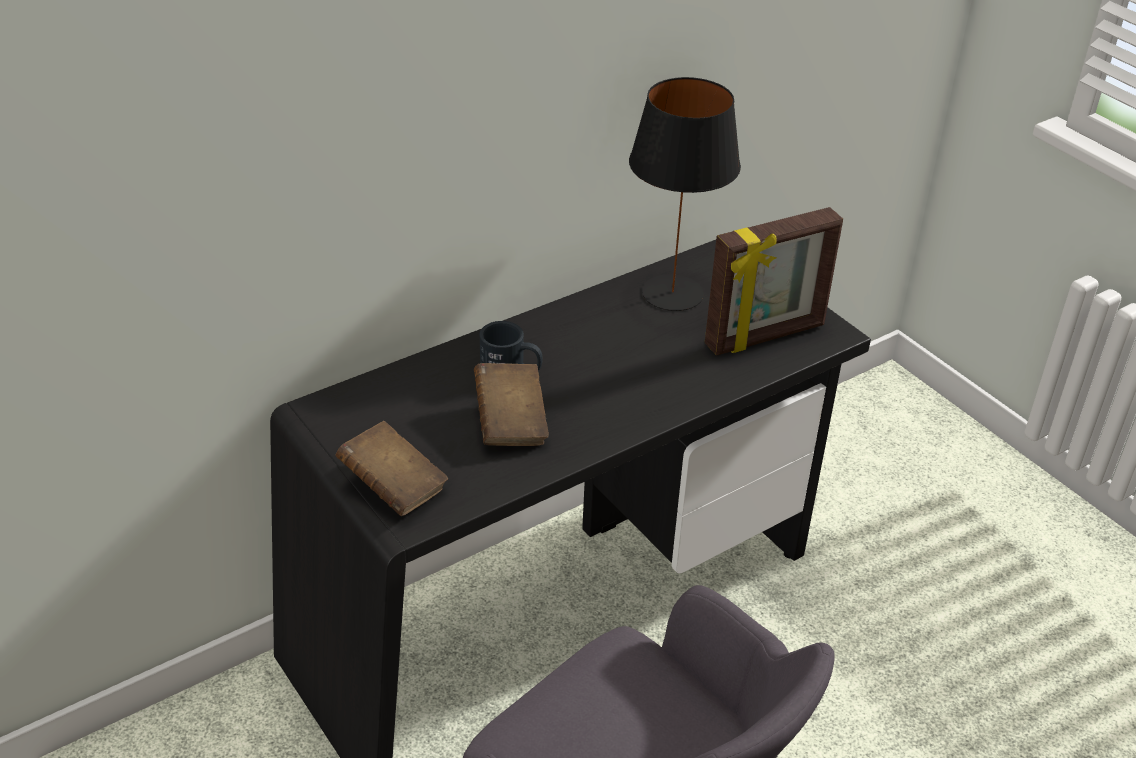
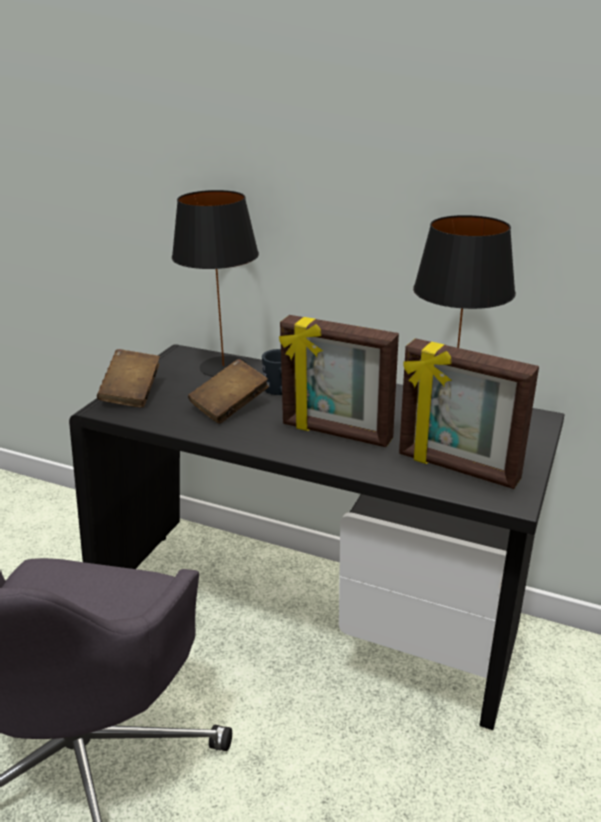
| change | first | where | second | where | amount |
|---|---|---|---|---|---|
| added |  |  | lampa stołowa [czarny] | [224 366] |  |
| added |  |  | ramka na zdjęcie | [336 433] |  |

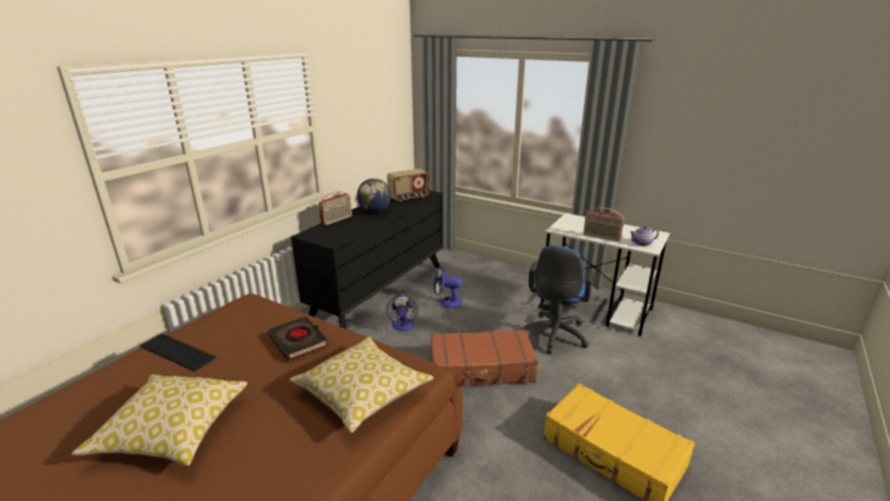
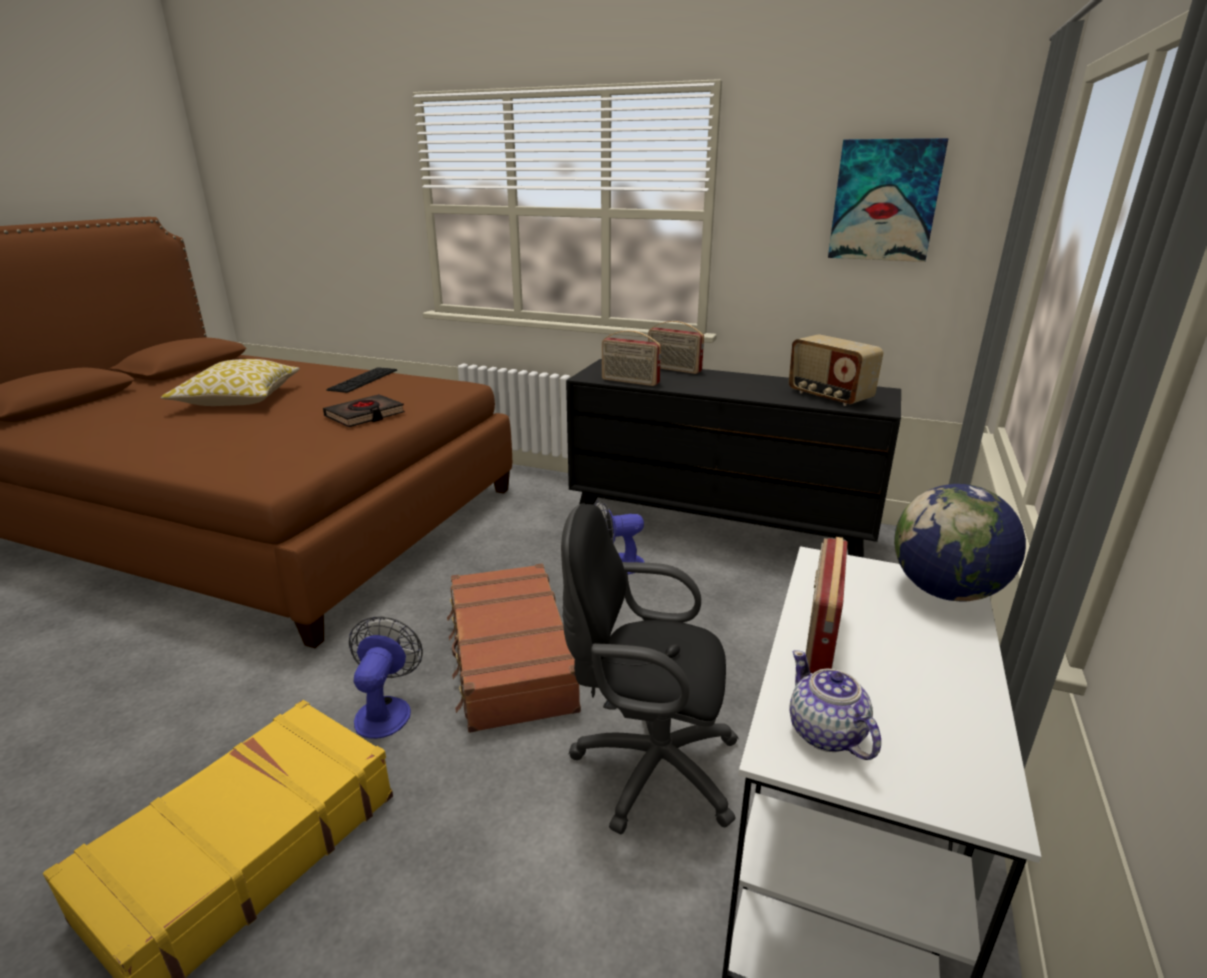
| change | first | where | second | where | amount |
|---|---|---|---|---|---|
| moved | wentylator | [447 302] |  | [386 709] |  |
| recoloured | krzesło biurowe [niebieski] | [554 336] | krzesło biurowe [czarny] | [647 767] |  |
| added |  |  | radio | [629 381] |  |
| added |  |  | obraz | [884 201] |  |
| moved | globus | [375 211] |  | [945 591] |  |
| removed | poduszka | [363 393] |  |  |  |

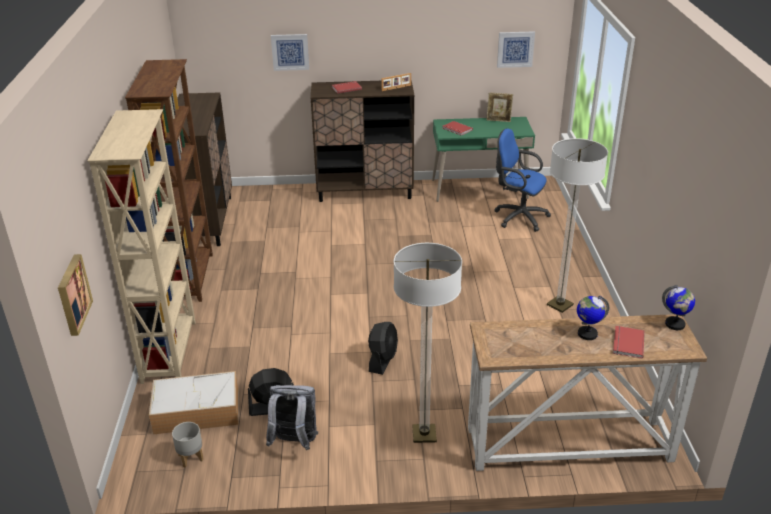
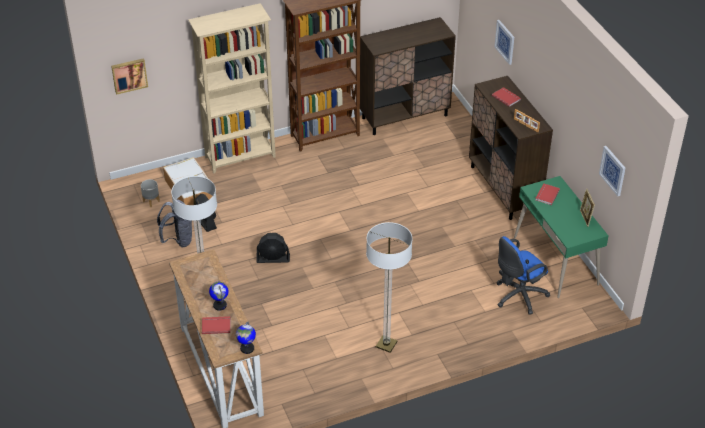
| change | first | where | second | where | amount |
|---|---|---|---|---|---|
| turned | krzesło biurowe [niebieski] | [518 217] |  | [517 296] | 135 degrees counterclockwise |

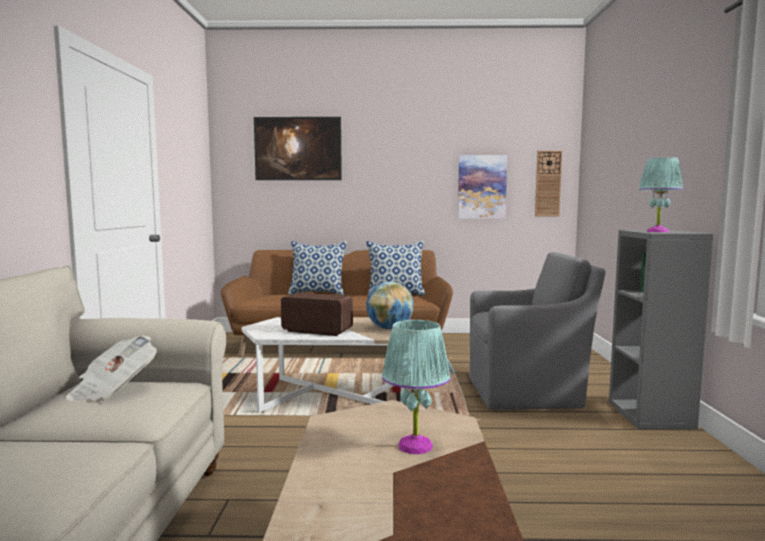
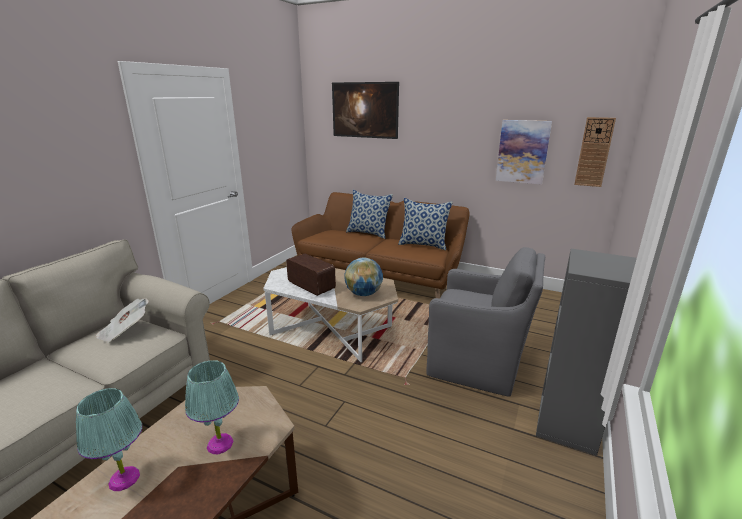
| change | first | where | second | where | amount |
|---|---|---|---|---|---|
| moved | lampa stołowa [turkusowy] | [658 231] |  | [124 479] |  |

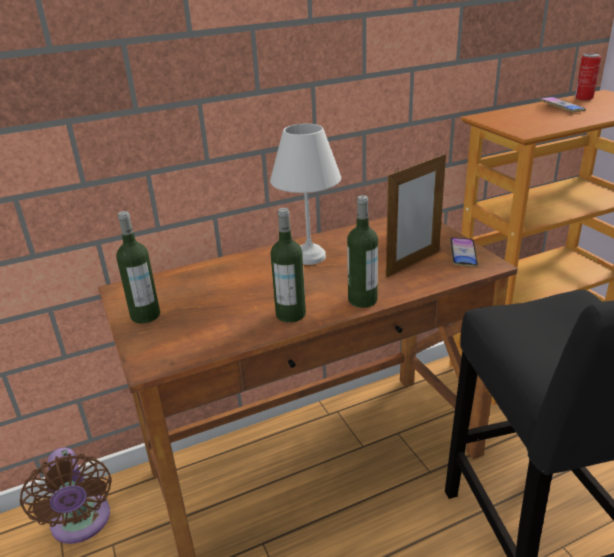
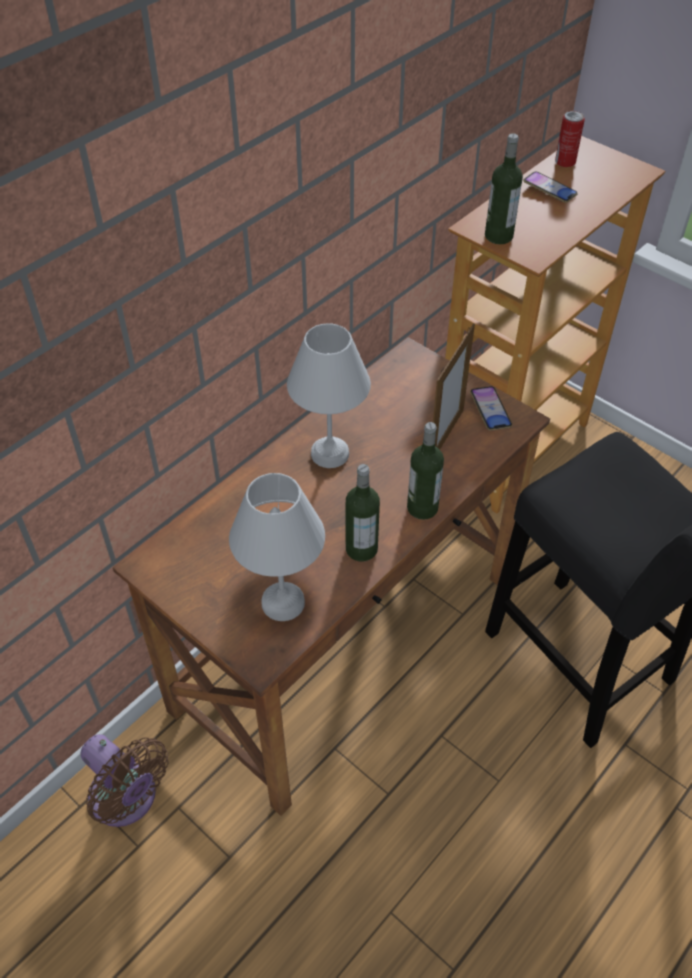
| change | first | where | second | where | amount |
|---|---|---|---|---|---|
| added |  |  | lampa stołowa [biały] | [281 603] |  |
| moved | butelka | [145 315] |  | [498 236] |  |

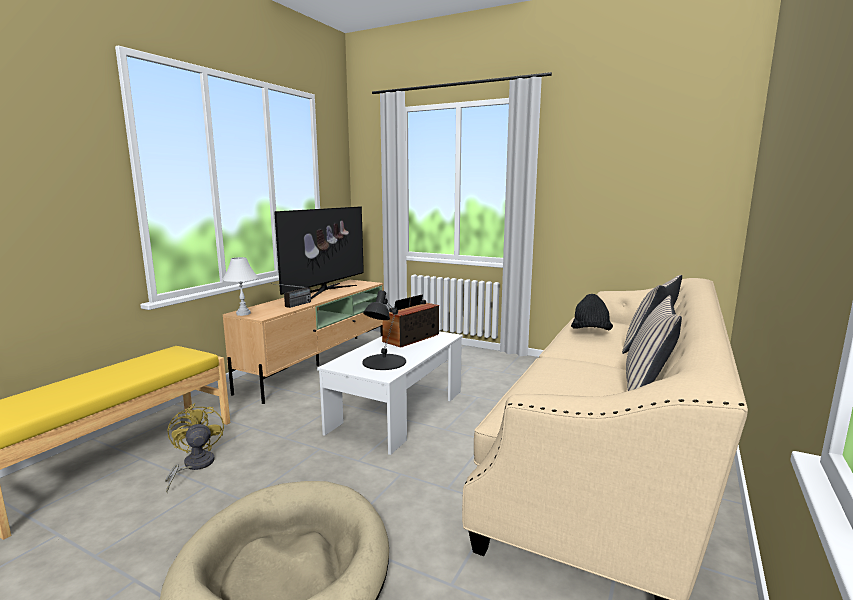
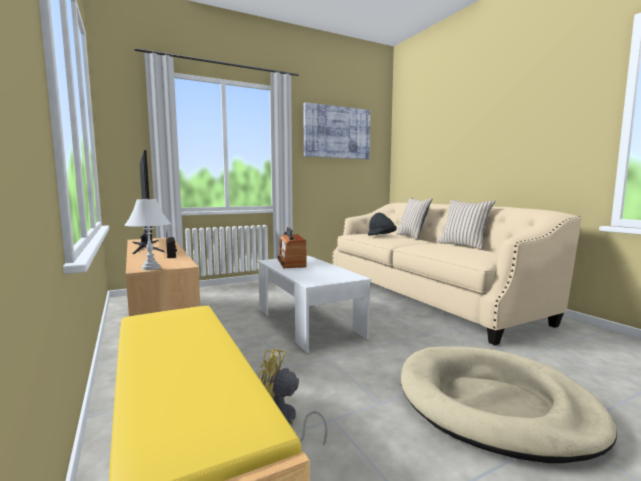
| change | first | where | second | where | amount |
|---|---|---|---|---|---|
| added |  |  | obraz | [336 132] |  |
| removed | lampa stołowa [czarny] | [383 362] |  |  |  |

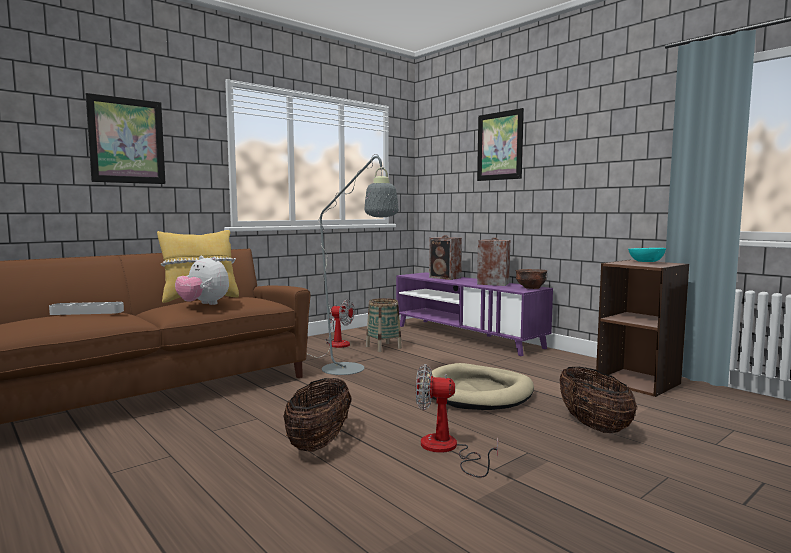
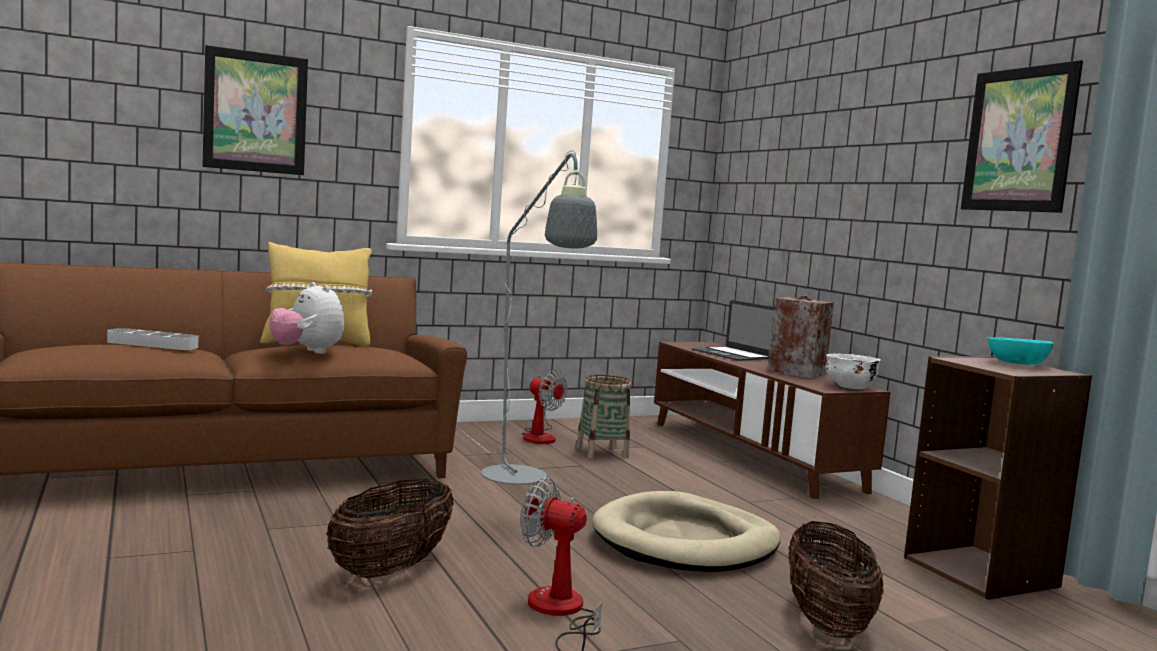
| change | first | where | second | where | amount |
|---|---|---|---|---|---|
| recoloured | szafka pod telewizor [fioletowy] | [466 336] | szafka pod telewizor [brązowy] | [751 455] |  |
| replaced | głośnik | [445 278] | laptop | [732 354] |  |
| recoloured | miska [brązowy] | [531 288] | miska [biały] | [849 387] |  |
| moved | obraz | [500 146] |  | [1019 140] |  |

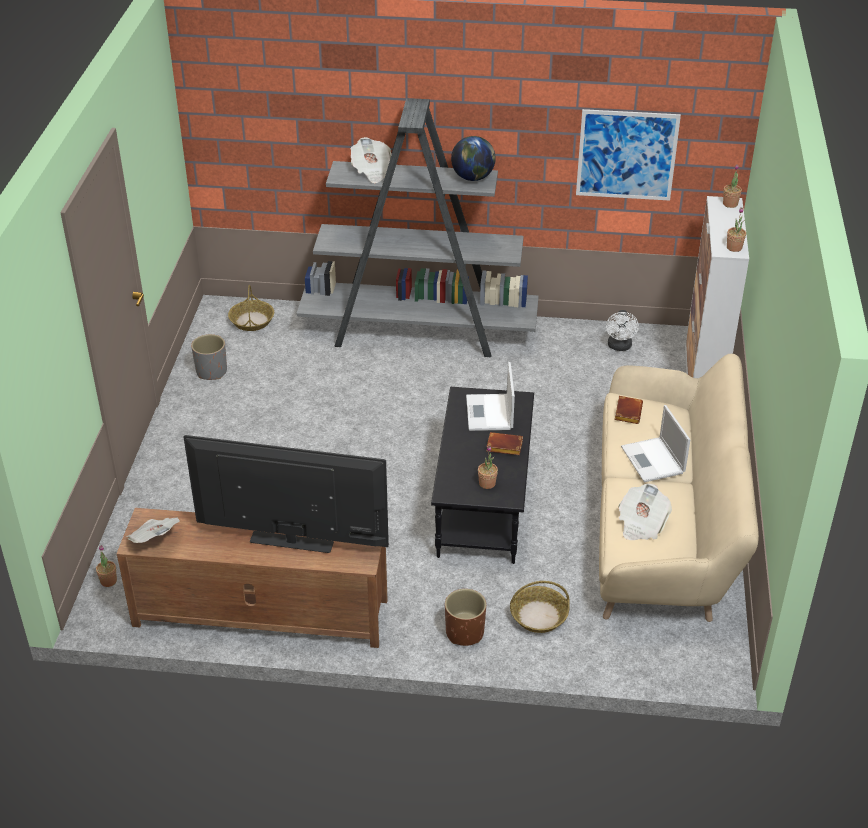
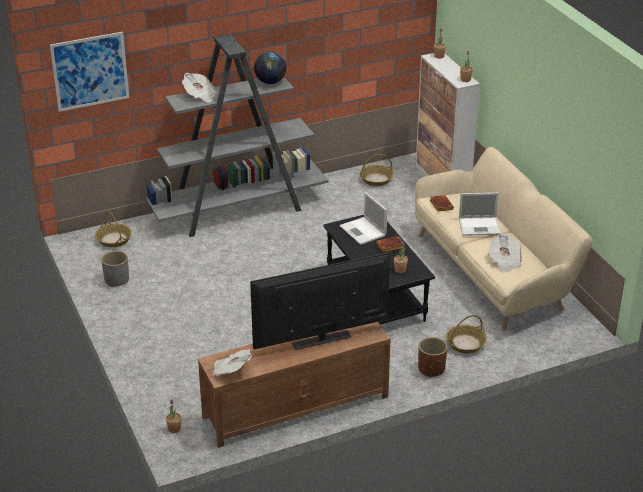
| change | first | where | second | where | amount |
|---|---|---|---|---|---|
| moved | obraz | [627 155] |  | [90 71] |  |
| replaced | wentylator [biały] | [619 347] | koszyk | [376 179] |  |
| turned | laptop | [653 461] |  | [480 226] | 45 degrees counterclockwise |

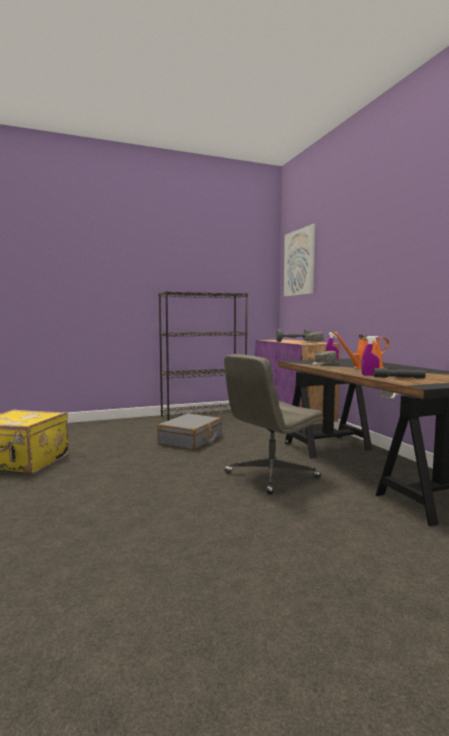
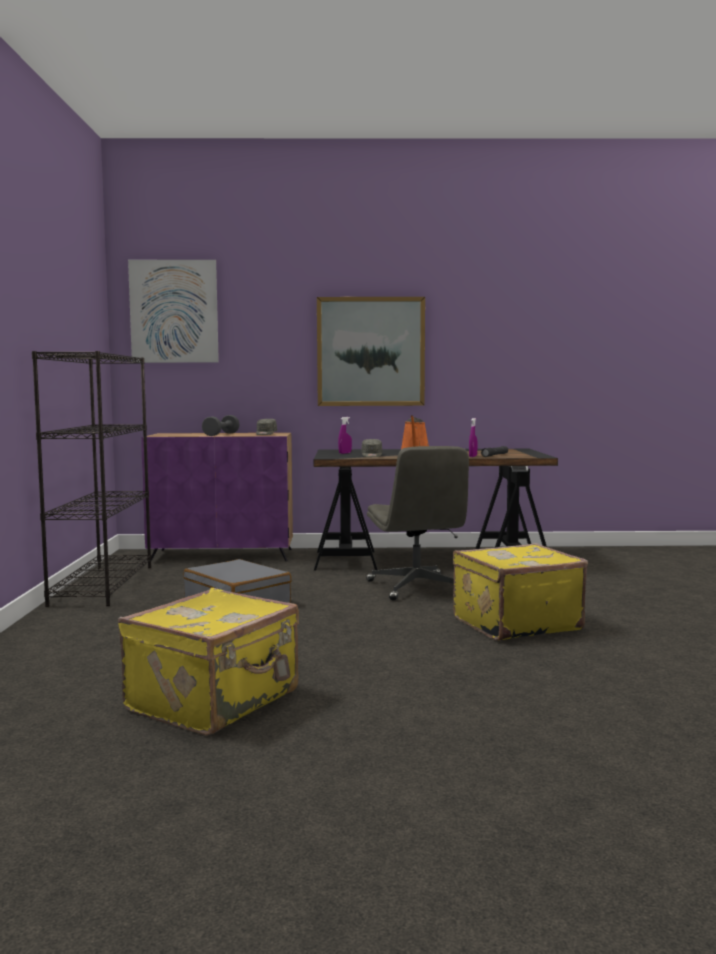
| change | first | where | second | where | amount |
|---|---|---|---|---|---|
| added |  |  | obraz | [370 351] |  |
| added |  |  | walizka [żółty] | [514 623] |  |

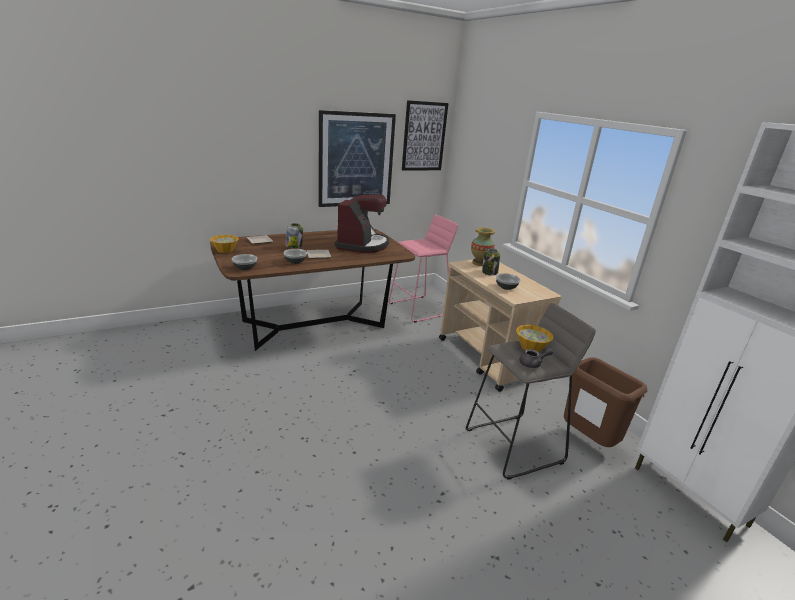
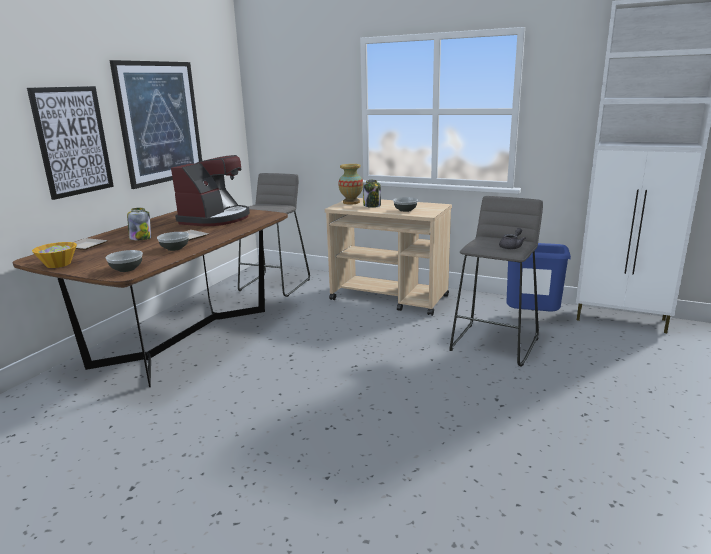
| change | first | where | second | where | amount |
|---|---|---|---|---|---|
| moved | obraz | [424 136] |  | [73 141] |  |
| turned | ekspres do kawy | [362 245] |  | [216 219] | 45 degrees clockwise |
| recoloured | stołek [różowy] | [419 309] | stołek [szary] | [275 285] |  |
| recoloured | kosz na śmieci [brązowy] | [587 441] | kosz na śmieci [niebieski] | [531 318] |  |
| removed | miska | [531 347] |  |  |  |

